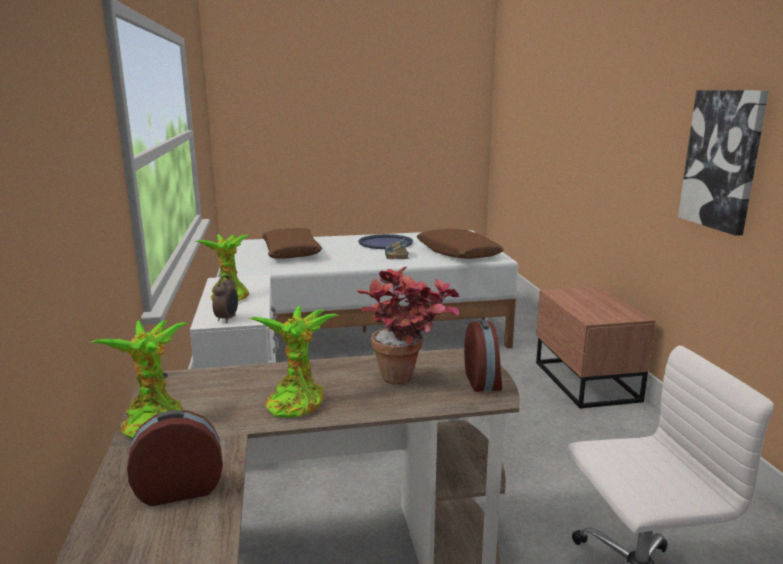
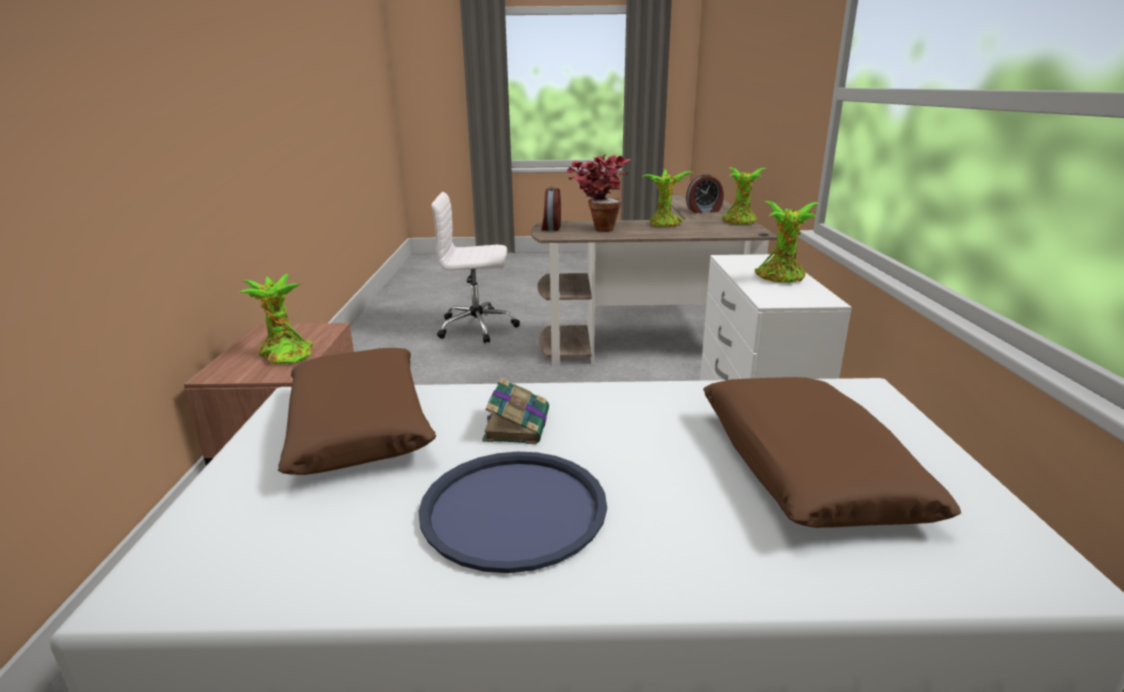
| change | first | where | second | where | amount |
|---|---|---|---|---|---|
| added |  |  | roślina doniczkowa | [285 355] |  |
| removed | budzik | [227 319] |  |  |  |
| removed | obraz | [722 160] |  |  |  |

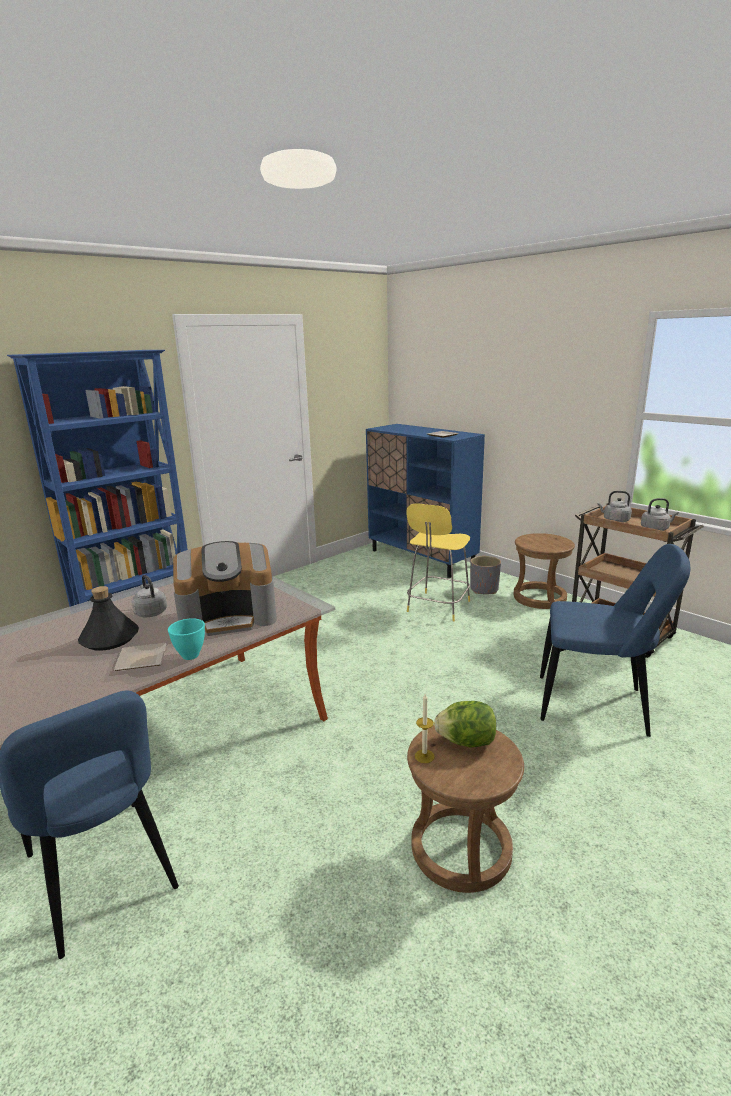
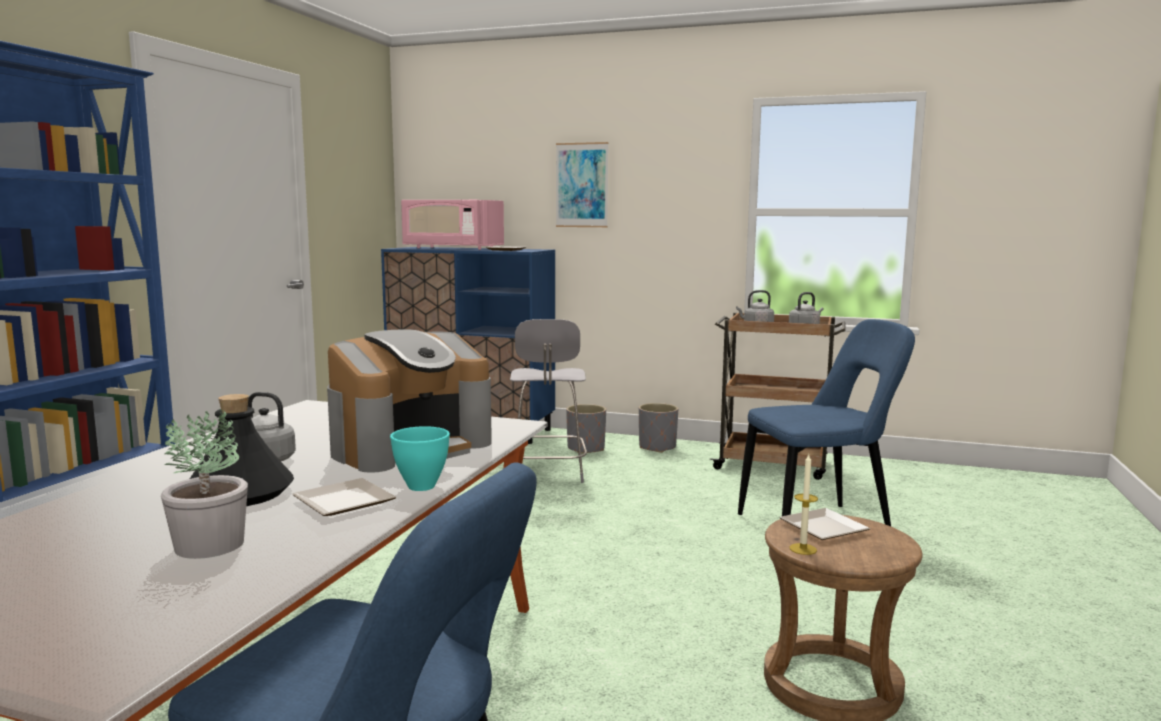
| change | first | where | second | where | amount |
|---|---|---|---|---|---|
| added |  |  | roślina doniczkowa | [211 545] |  |
| added |  |  | mikrofalówka [różowy] | [451 248] |  |
| recoloured | stołek [żółty] | [437 607] | stołek [szary] | [548 473] |  |
| added |  |  | obraz | [582 185] |  |
| replaced | stołek [brązowy] | [539 598] | donica [szary] | [657 447] |  |
| replaced | sałata | [466 742] | talerz | [826 529] |  |

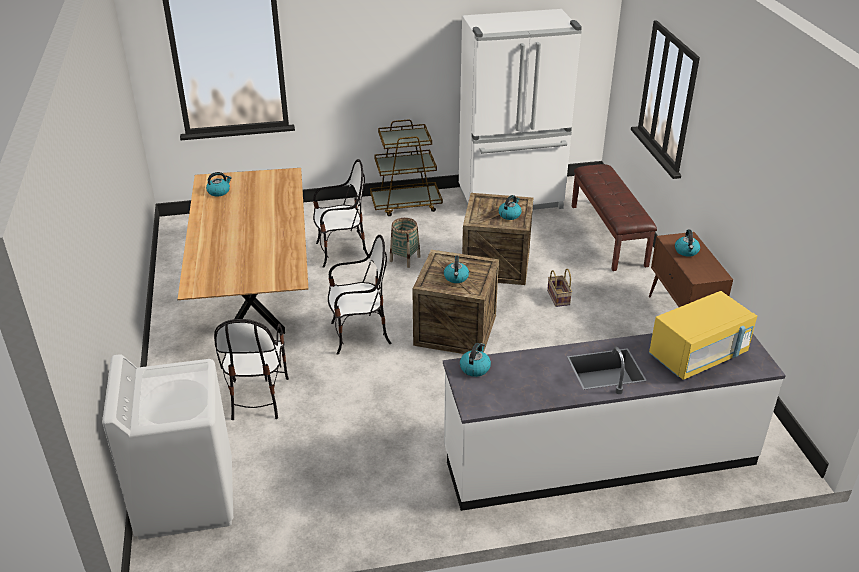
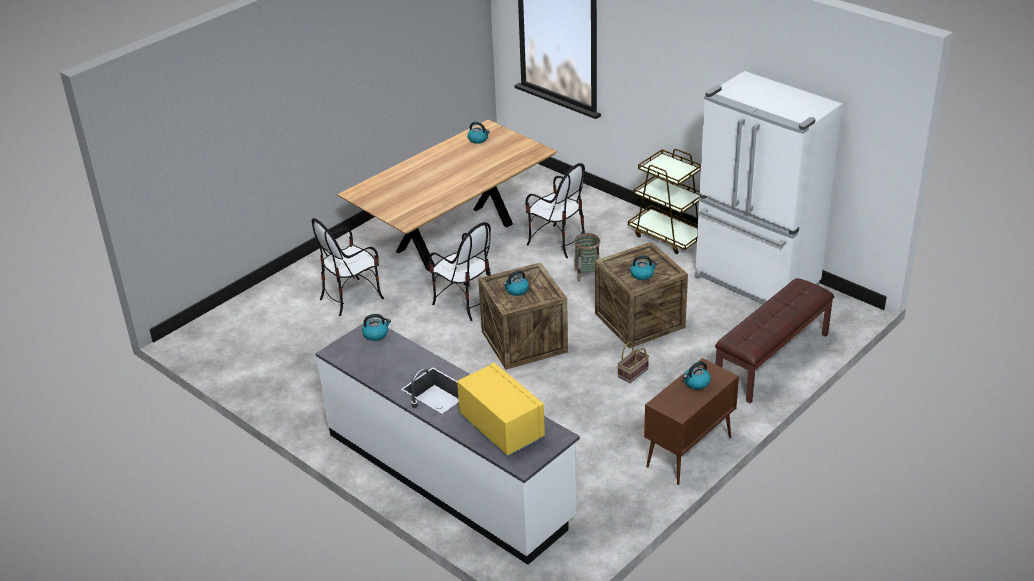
| change | first | where | second | where | amount |
|---|---|---|---|---|---|
| turned | mikrofalówka [żółty] | [698 355] |  | [501 427] | 150 degrees counterclockwise |
| removed | pralka [biały] | [185 497] |  |  |  |

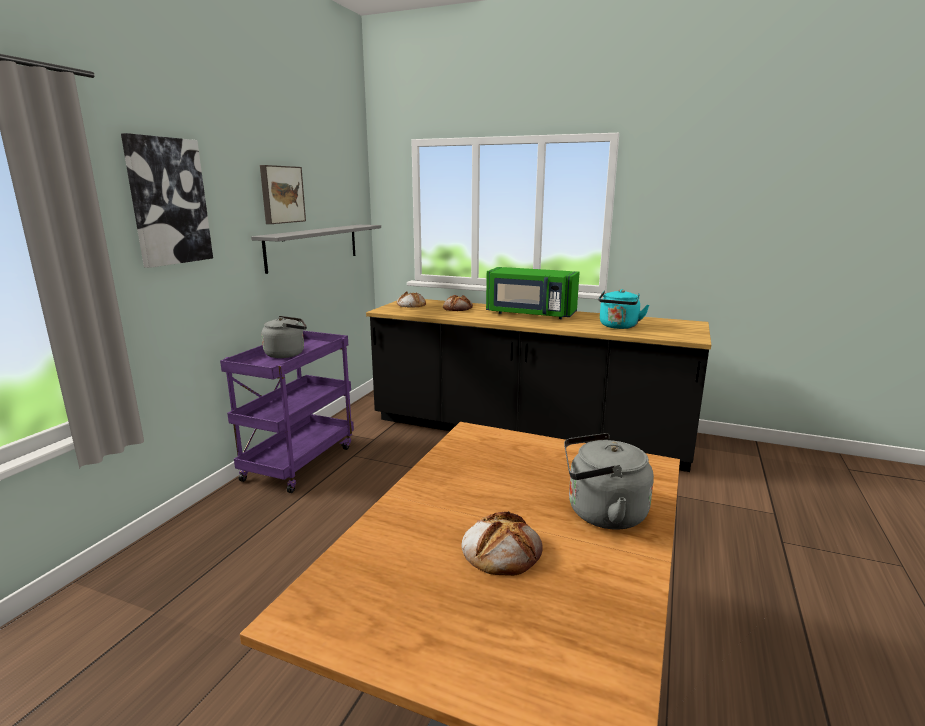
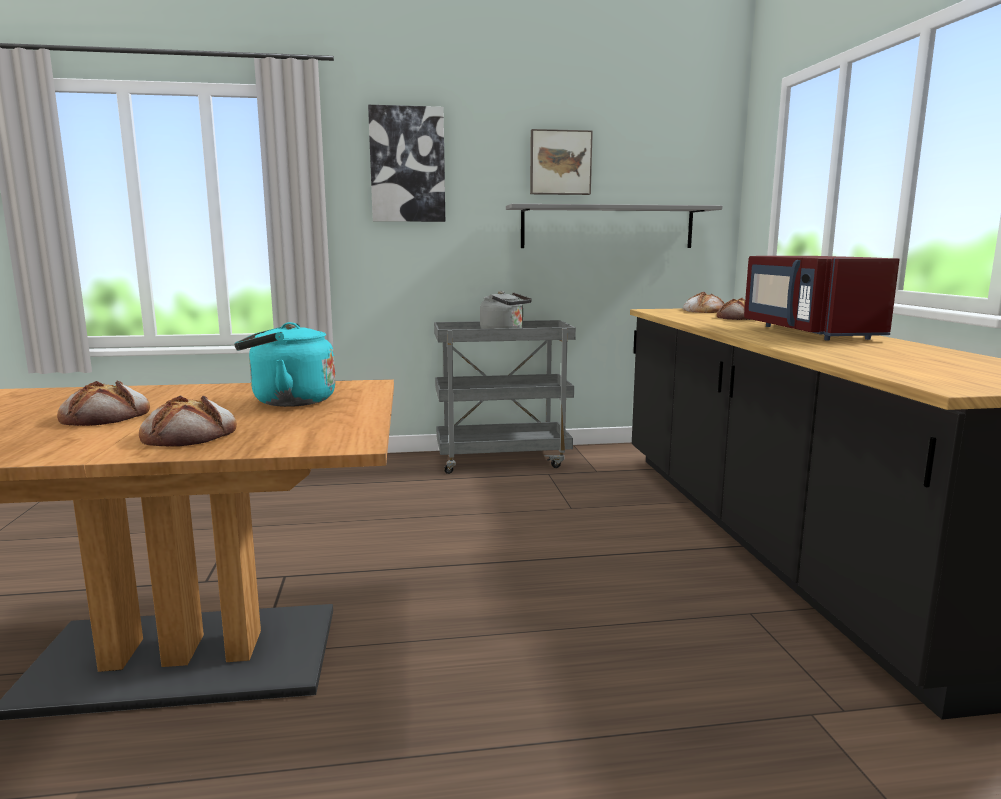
| change | first | where | second | where | amount |
|---|---|---|---|---|---|
| replaced | czajnik [szary] | [601 513] | chleb | [190 434] |  |
| moved | czajnik [turkusowy] | [618 326] |  | [288 401] |  |
| recoloured | wózek [fioletowy] | [299 462] | wózek [szary] | [503 460] |  |
| recoloured | mikrofalówka [zielony] | [530 314] | mikrofalówka [czerwony] | [807 332] |  |

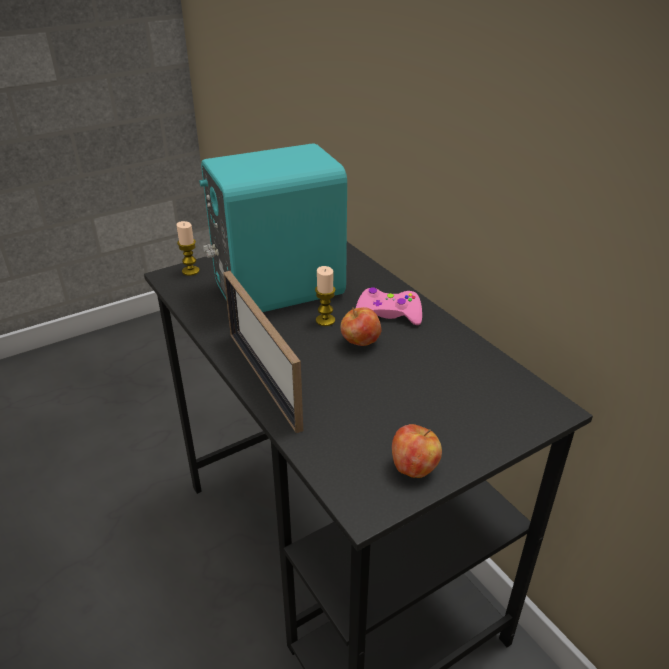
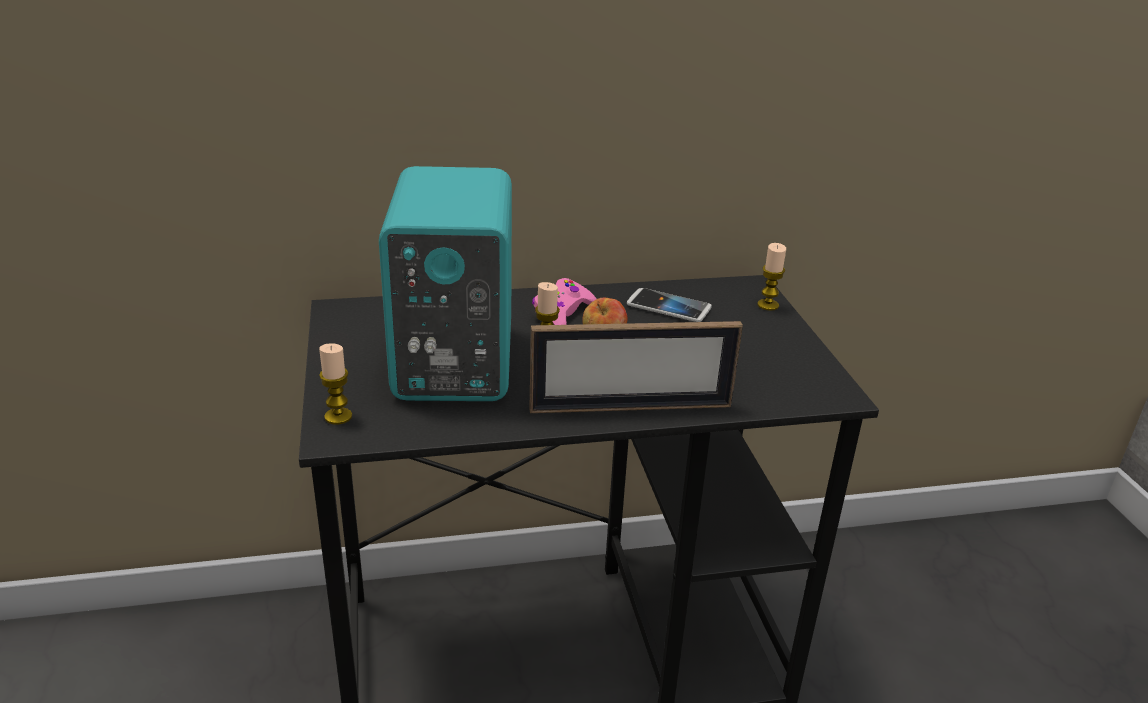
| change | first | where | second | where | amount |
|---|---|---|---|---|---|
| added |  |  | telefon | [668 307] |  |
| added |  |  | świeca | [768 305] |  |
| removed | jabłko | [414 468] |  |  |  |

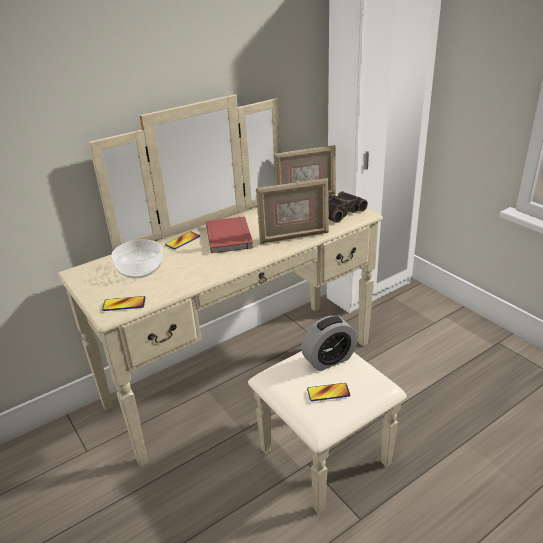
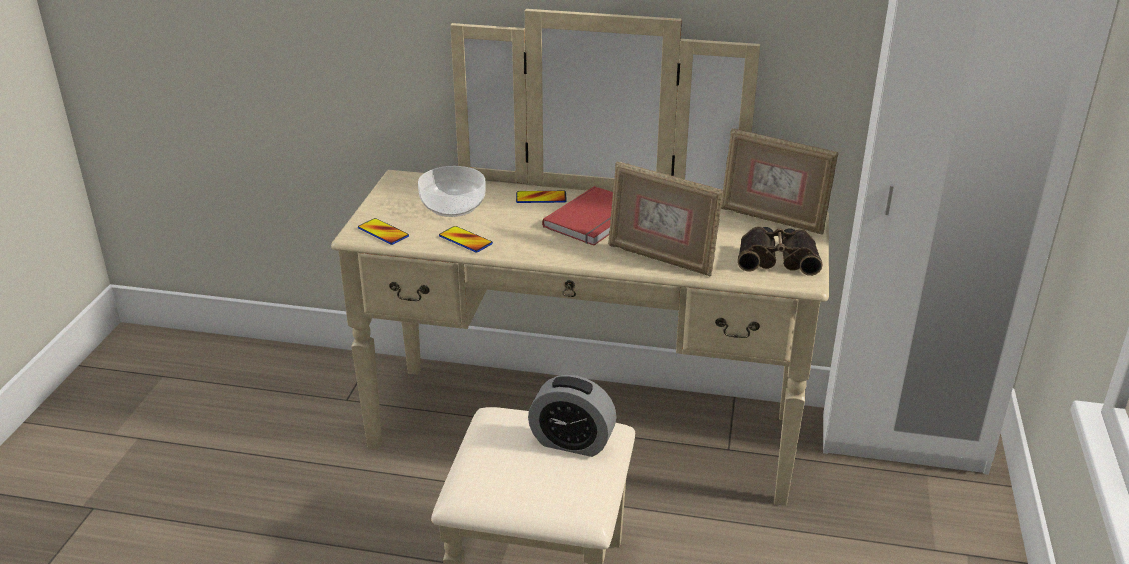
| change | first | where | second | where | amount |
|---|---|---|---|---|---|
| moved | telefon | [328 393] |  | [465 240] |  |

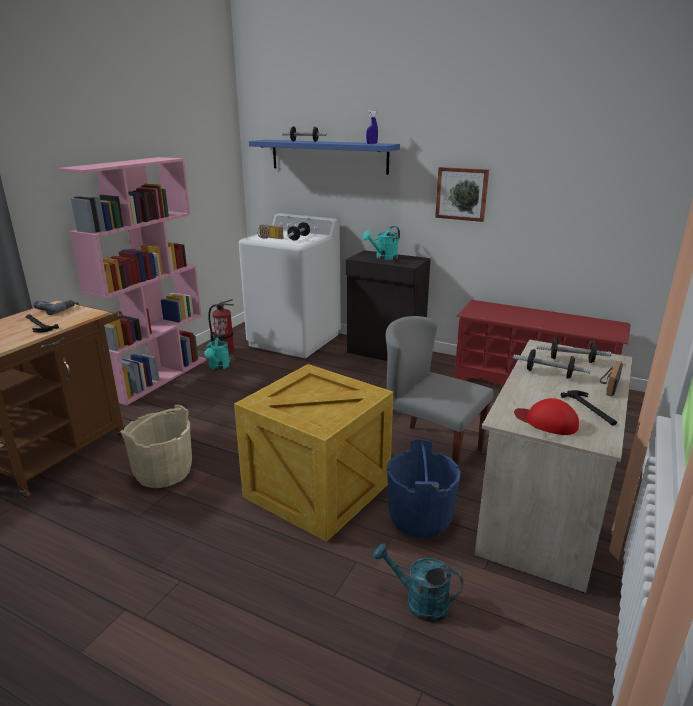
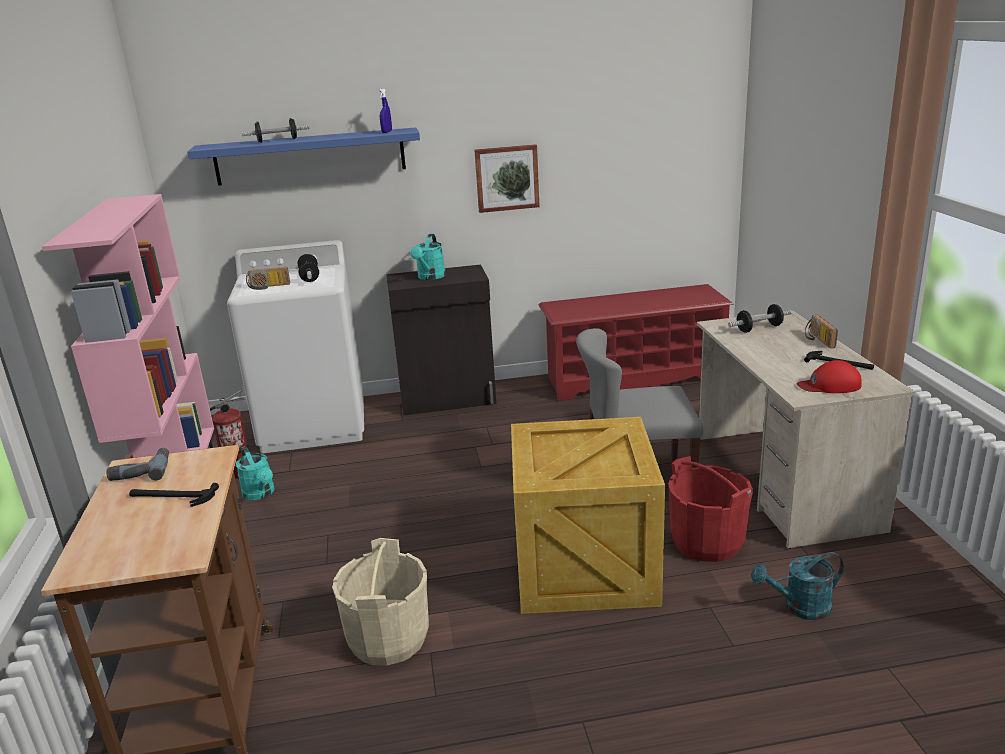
| change | first | where | second | where | amount |
|---|---|---|---|---|---|
| recoloured | wiadro [niebieski] | [420 517] | wiadro [czerwony] | [707 541] |  |
| removed | hantel | [549 373] |  |  |  |

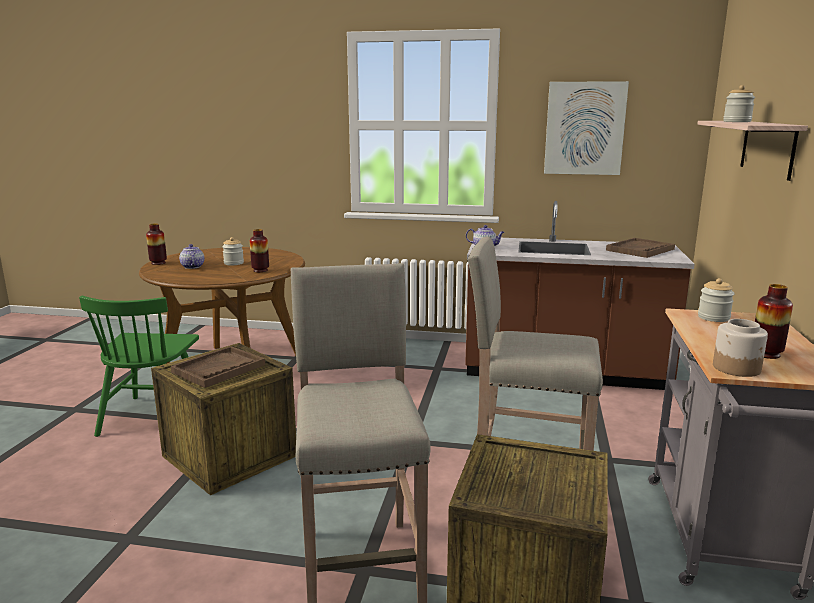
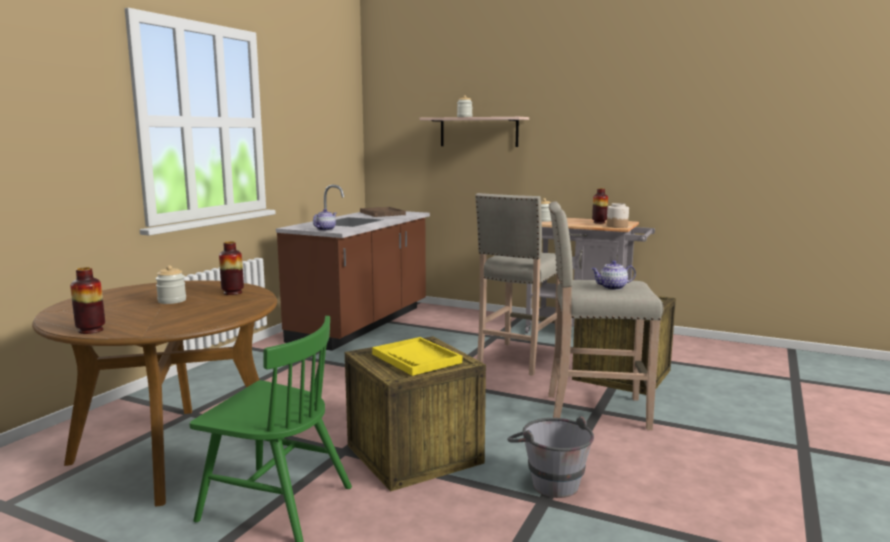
| change | first | where | second | where | amount |
|---|---|---|---|---|---|
| recoloured | taca [brązowy] | [218 369] | taca [żółty] | [416 358] |  |
| added |  |  | wiadro [szary] | [548 481] |  |
| moved | imbryk | [192 266] |  | [612 287] |  |
| removed | obraz | [584 128] |  |  |  |

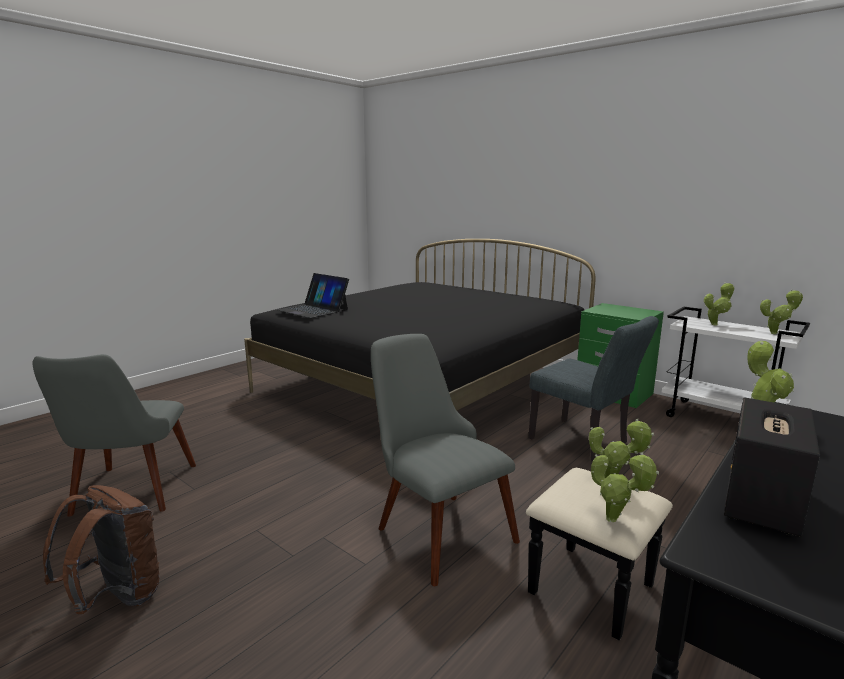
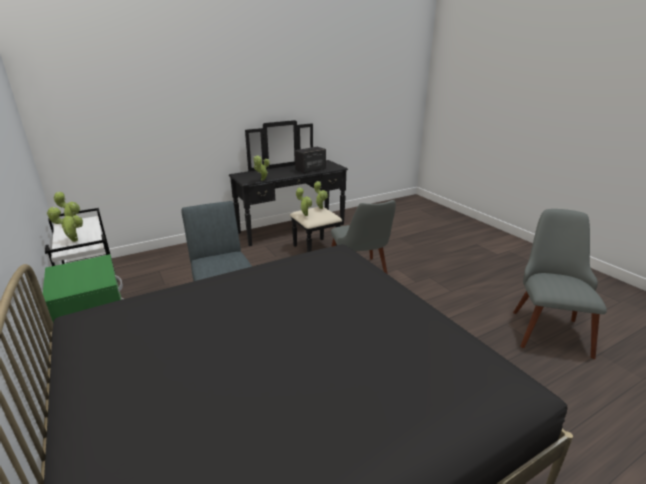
| change | first | where | second | where | amount |
|---|---|---|---|---|---|
| removed | plecak [brązowy] | [117 597] |  |  |  |
| removed | laptop | [313 310] |  |  |  |

